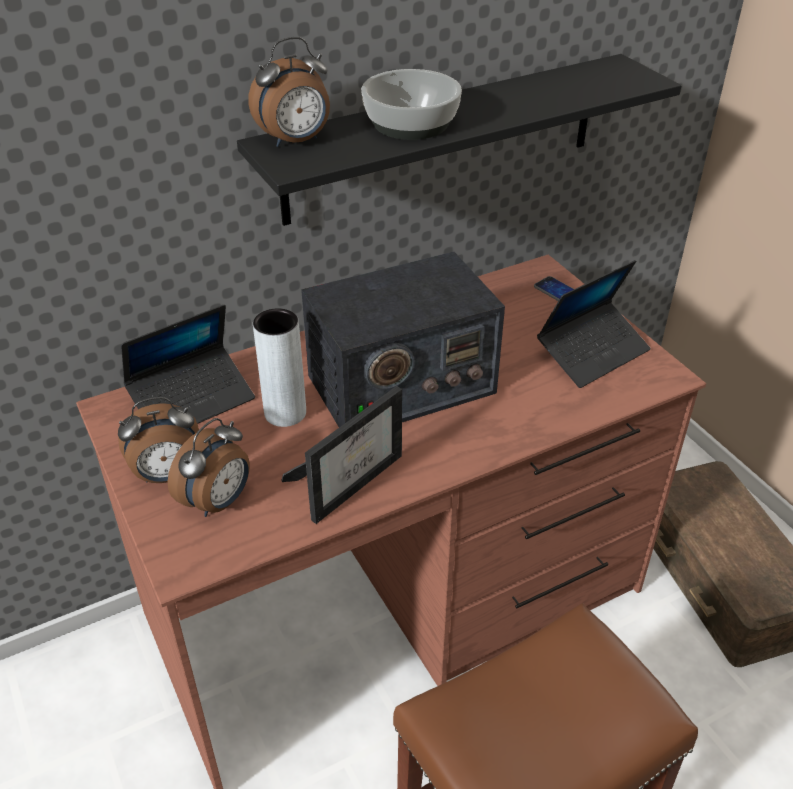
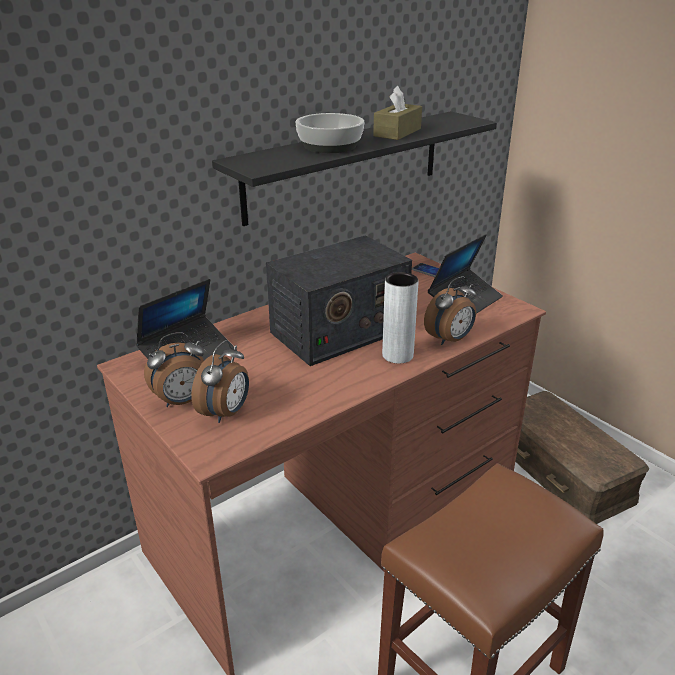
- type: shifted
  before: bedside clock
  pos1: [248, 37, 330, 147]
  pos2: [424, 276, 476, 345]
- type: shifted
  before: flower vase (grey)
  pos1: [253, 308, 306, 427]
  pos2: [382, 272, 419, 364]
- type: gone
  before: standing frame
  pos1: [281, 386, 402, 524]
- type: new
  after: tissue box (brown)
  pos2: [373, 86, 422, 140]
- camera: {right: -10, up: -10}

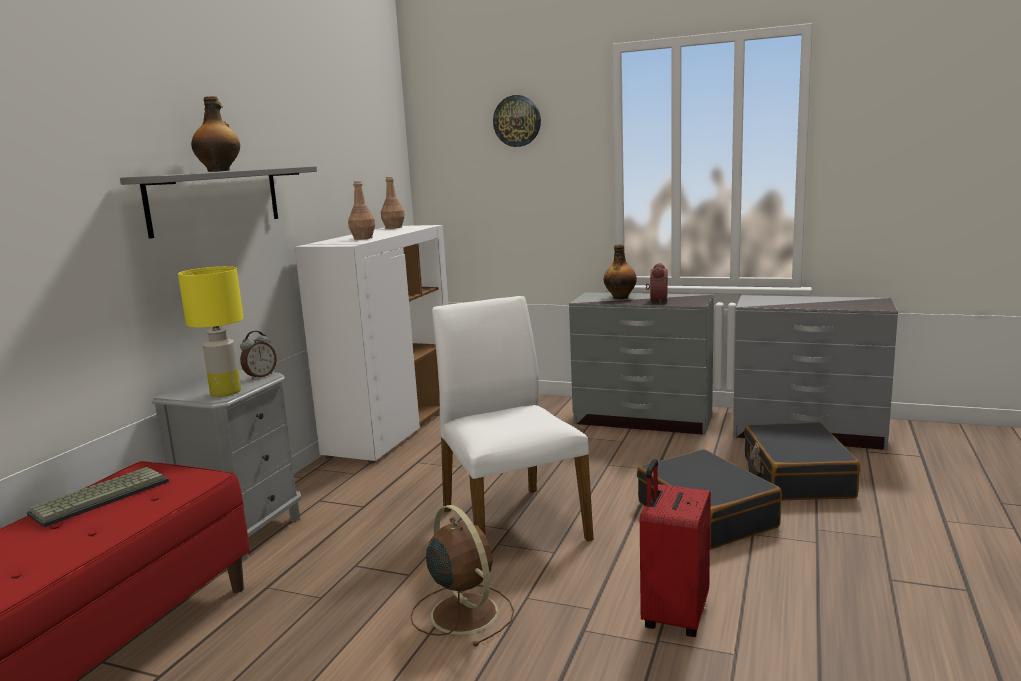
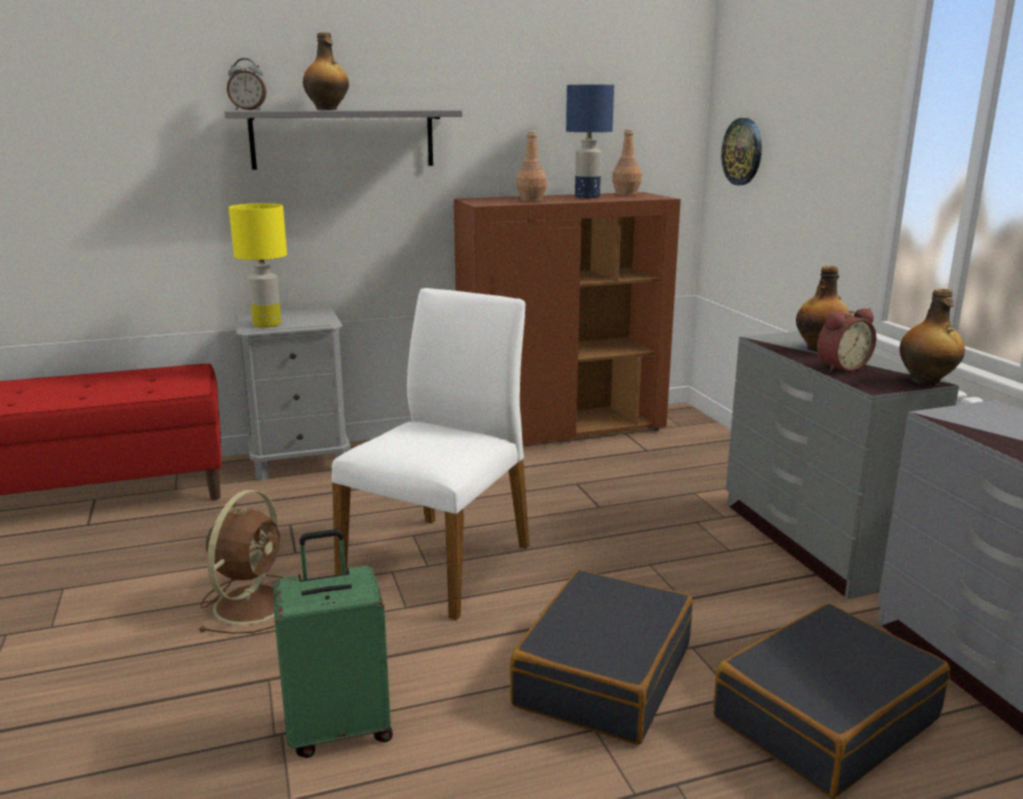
- type: shifted
  before: wall clock
  pos1: [493, 95, 541, 147]
  pos2: [721, 118, 762, 185]
- type: repainted
  before: cupboard (whitish)
  after: cupboard (brown)
  pos1: [295, 225, 448, 463]
  pos2: [454, 192, 681, 445]
- type: shifted
  before: bedside clock
  pos1: [240, 331, 277, 380]
  pos2: [227, 58, 266, 110]
- type: repainted
  before: suitcase (reddish)
  after: suitcase (green-coloured)
  pos1: [640, 459, 711, 637]
  pos2: [273, 529, 393, 758]
- type: gone
  before: keyboard
  pos1: [27, 467, 169, 527]
- type: new
  after: table lamp (blue)
  pos2: [566, 85, 614, 198]
- type: new
  after: beverage bottle
  pos2: [900, 289, 965, 385]
- camera: {right: 50, up: 5}

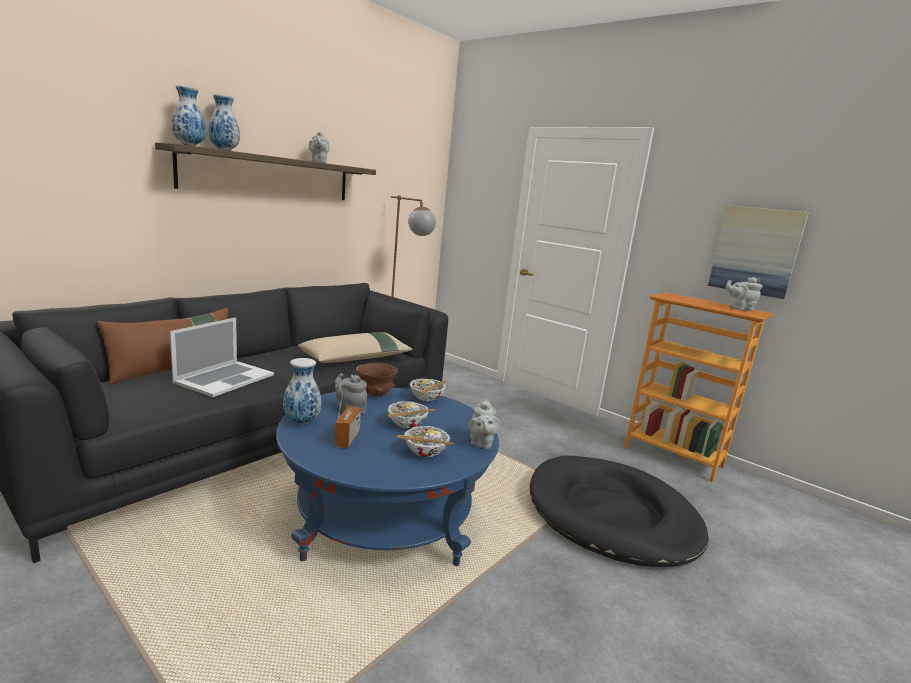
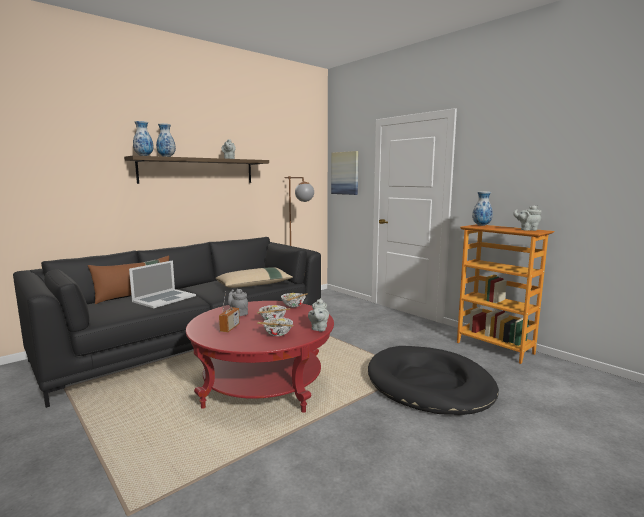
- type: shifted
  before: wall art
  pos1: [708, 205, 809, 299]
  pos2: [331, 151, 358, 195]
- type: shifted
  before: flower vase
  pos1: [283, 358, 321, 424]
  pos2: [472, 191, 493, 226]
- type: gone
  before: bowl (brown)
  pos1: [356, 363, 398, 396]
- type: repainted
  before: coffee table (blue)
  after: coffee table (reddish)
  pos1: [276, 388, 499, 566]
  pos2: [186, 301, 334, 413]
- camera: {right: 10, up: -5}

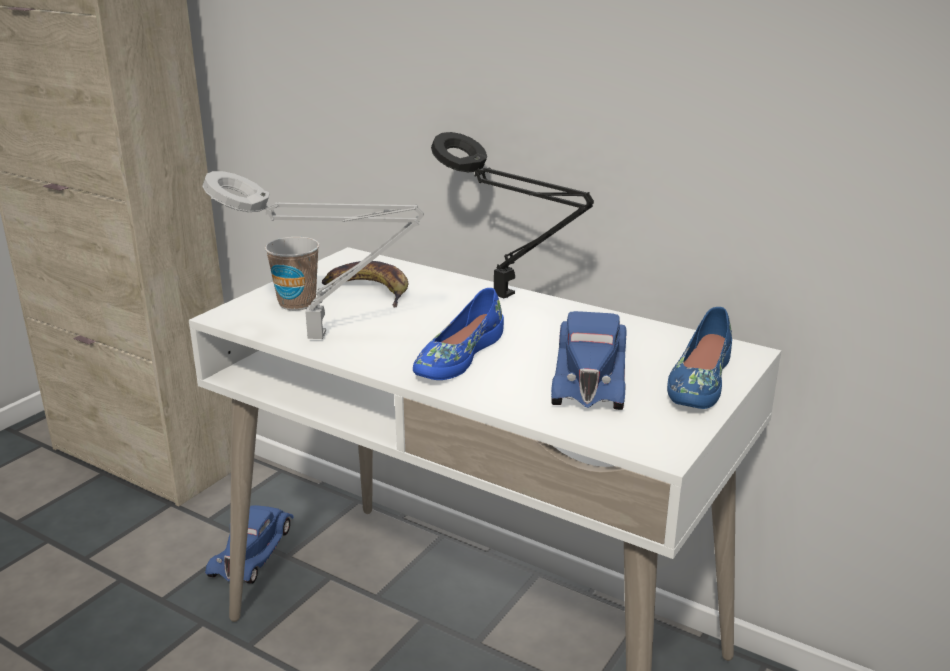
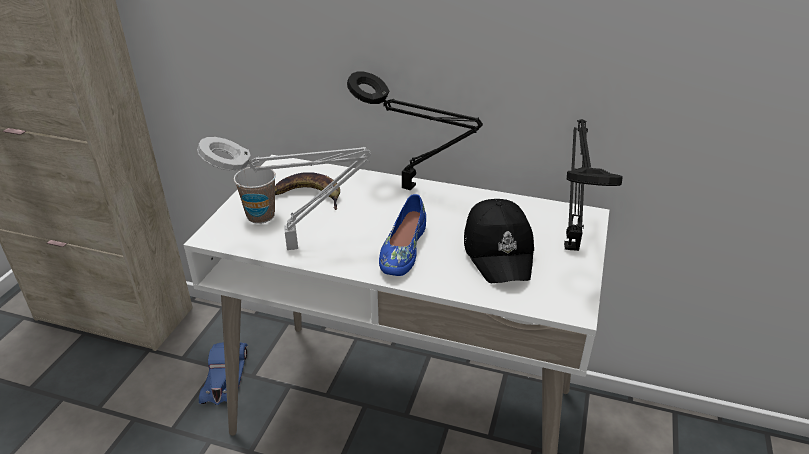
- type: swapped
  before: shoe (blue)
  after: table lamp (black-coloured)
  pos1: [667, 307, 732, 409]
  pos2: [564, 119, 623, 251]
- type: swapped
  before: model car (blue)
  after: peaked cap (black-coloured)
  pos1: [551, 311, 627, 410]
  pos2: [464, 199, 534, 283]
- camera: {right: -15, up: 10}

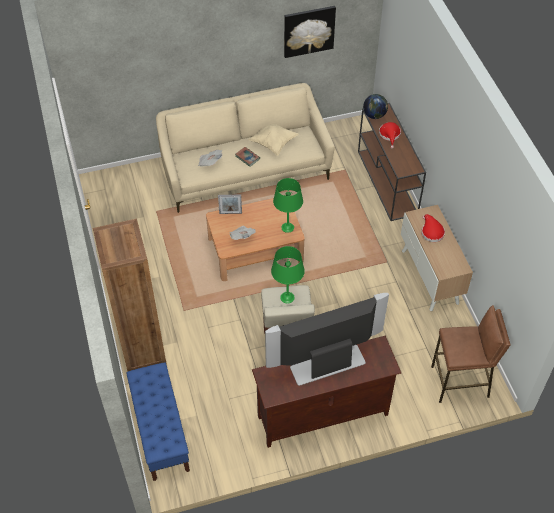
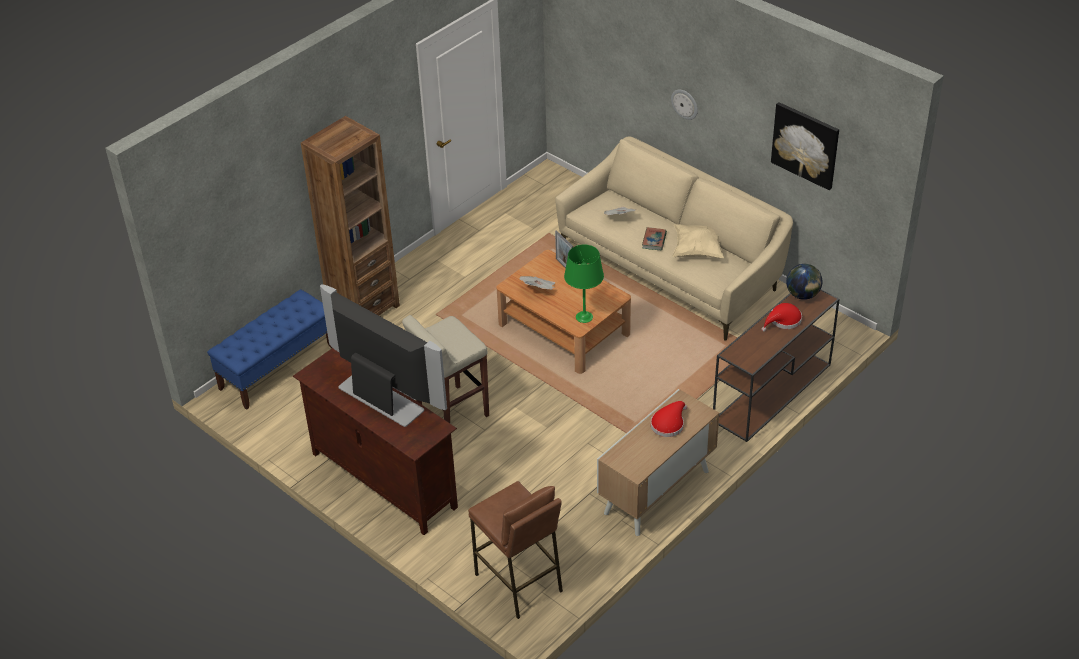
- type: gone
  before: table lamp (green-coloured)
  pos1: [271, 246, 305, 304]
- type: new
  after: wall clock
  pos2: [671, 89, 698, 120]
- camera: {right: 60, up: -10}

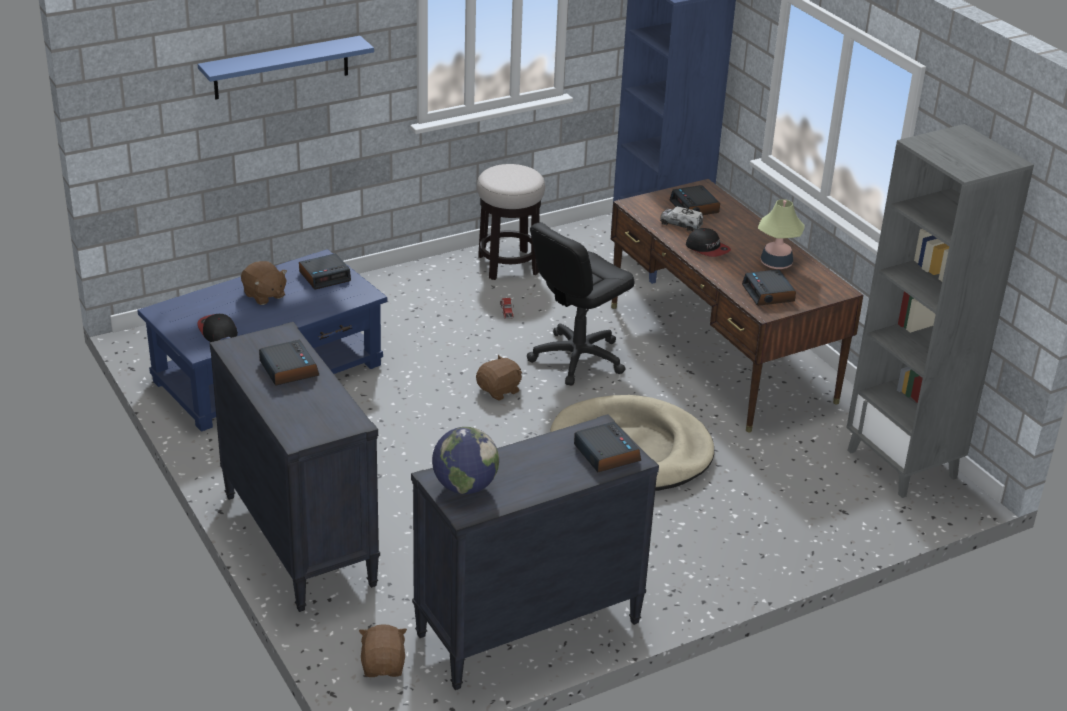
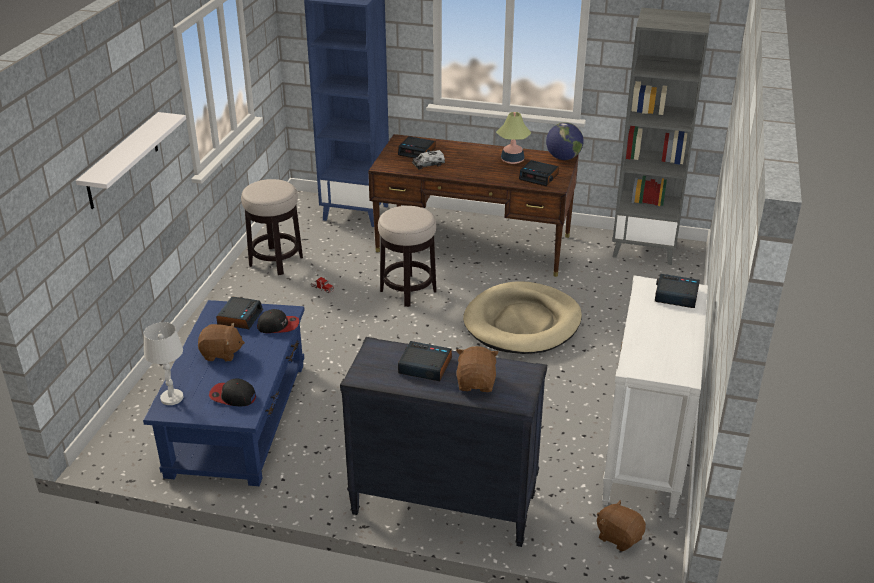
- type: repainted
  before: shelf (blue)
  after: shelf (whitish)
  pos1: [198, 36, 374, 99]
  pos2: [76, 112, 186, 209]
- type: swapped
  before: office chair (black-coloured)
  after: stool seat
  pos1: [527, 222, 635, 386]
  pos2: [378, 206, 437, 307]
- type: shifted
  before: peaked cap
  pos1: [686, 228, 731, 257]
  pos2: [257, 309, 299, 333]
- type: shifted
  before: cuddly toy (brown)
  pos1: [476, 355, 522, 401]
  pos2: [456, 346, 499, 392]
- type: repainted
  before: dresser (black-coloured)
  after: dresser (whitish)
  pos1: [411, 414, 659, 690]
  pos2: [602, 275, 708, 518]
- type: shifted
  before: globe
  pos1: [432, 427, 499, 494]
  pos2: [546, 122, 584, 160]
- type: new
  after: table lamp (whitish)
  pos2: [144, 322, 184, 405]
- camera: {right: -45, up: 0}

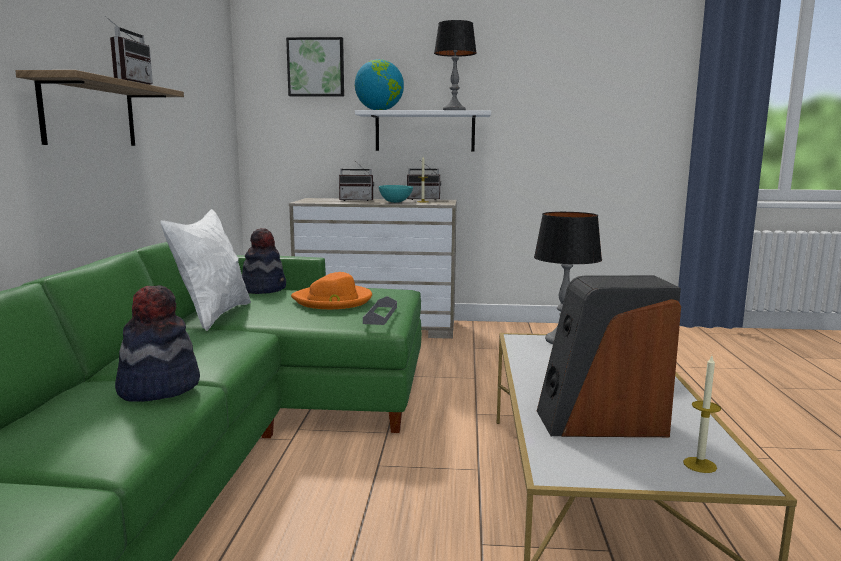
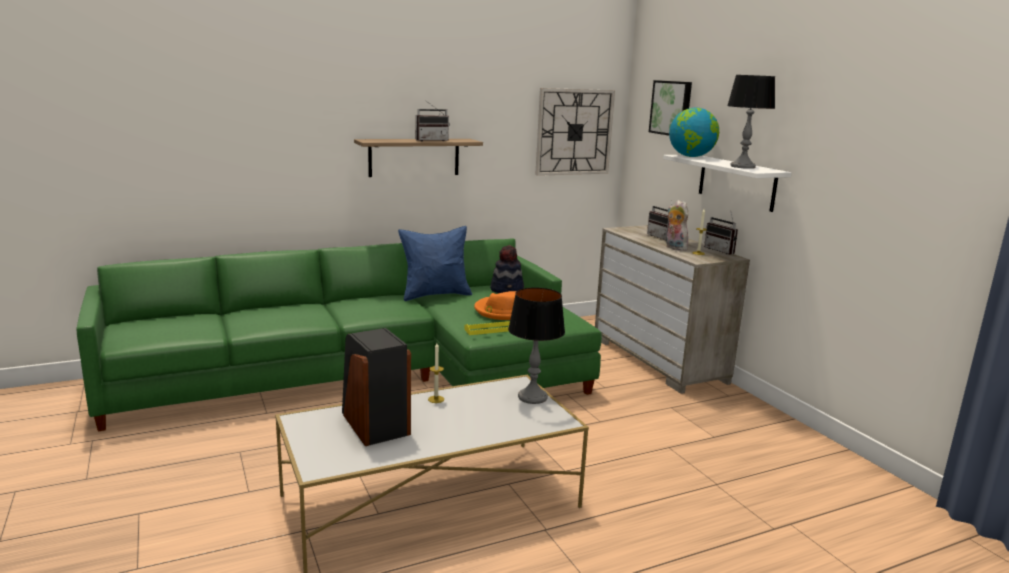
- type: swapped
  before: bowl (turquoise-coloured)
  after: cuddly toy
  pos1: [379, 185, 413, 203]
  pos2: [666, 200, 688, 251]
- type: repainted
  before: throw pillow (whitish)
  after: throw pillow (blue)
  pos1: [160, 209, 251, 331]
  pos2: [398, 226, 472, 301]
- type: gone
  before: hat
  pos1: [115, 285, 200, 402]
- type: repainted
  before: carrying tray (grey)
  after: carrying tray (yellowish)
  pos1: [363, 296, 397, 325]
  pos2: [464, 321, 510, 335]
- type: shifted
  before: wax candle
  pos1: [683, 356, 721, 473]
  pos2: [428, 343, 444, 403]
- type: new
  after: wall clock
  pos2: [535, 88, 615, 176]
- camera: {right: 60, up: 5}

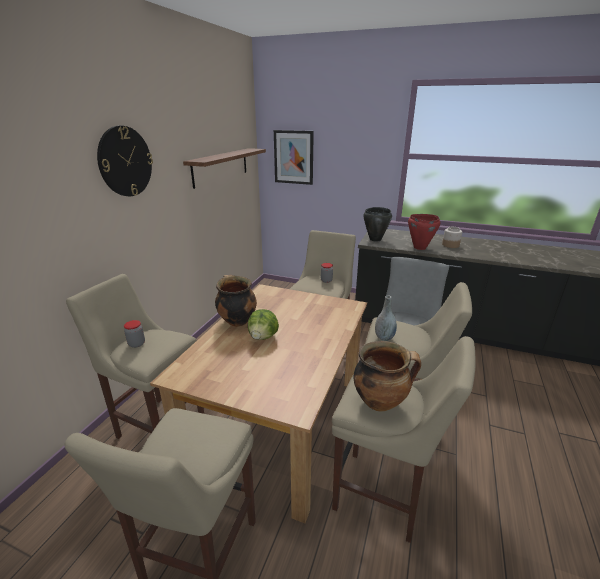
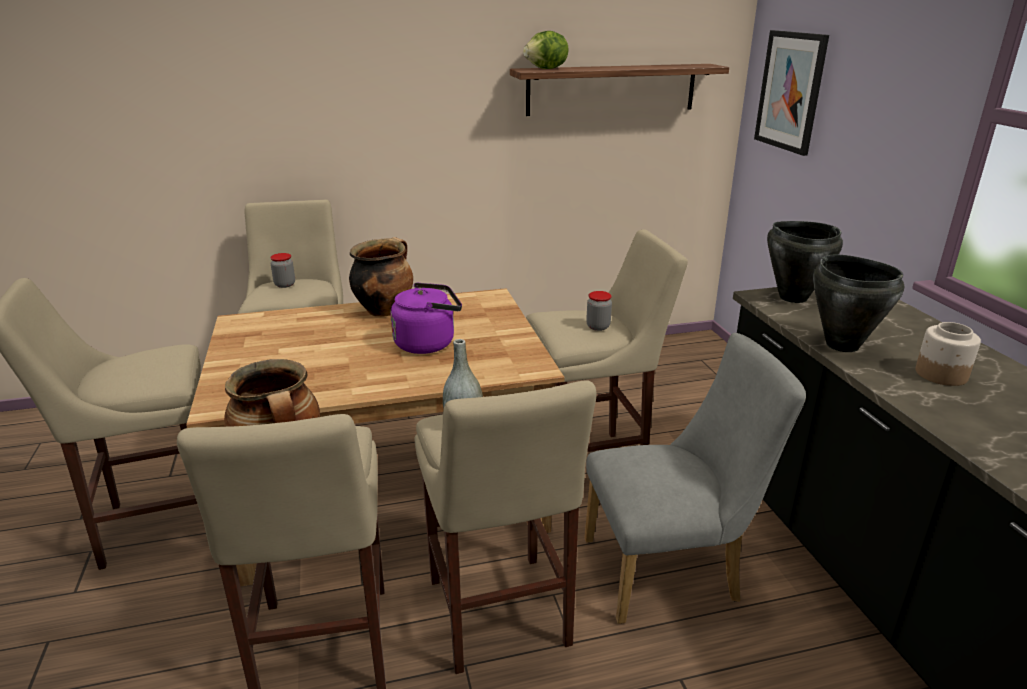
- type: gone
  before: wall clock
  pos1: [97, 126, 153, 196]
- type: repainted
  before: stockpot (reddish)
  after: stockpot (black-coloured)
  pos1: [408, 214, 440, 250]
  pos2: [813, 255, 904, 352]
- type: shifted
  before: lettuce
  pos1: [248, 309, 279, 340]
  pos2: [523, 31, 568, 69]
- type: new
  after: kettle (purplish)
  pos2: [391, 282, 462, 354]
- camera: {right: 55, up: 0}

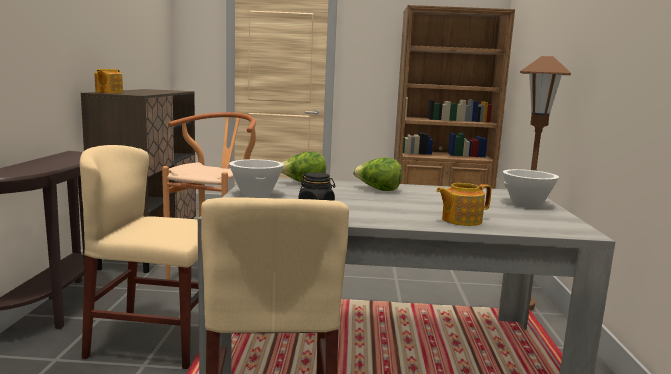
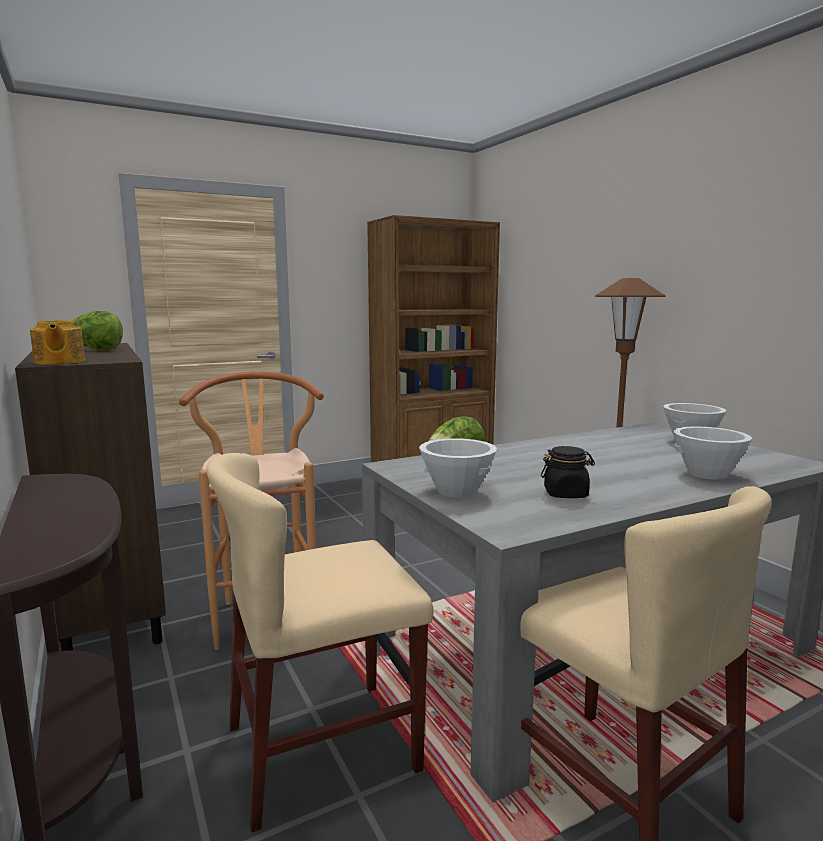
- type: shifted
  before: lettuce
  pos1: [353, 157, 402, 191]
  pos2: [72, 311, 123, 350]
- type: swapped
  before: tea pot
  after: bowl (whitish)
  pos1: [436, 183, 491, 226]
  pos2: [673, 426, 752, 480]
- camera: {right: -30, up: 0}

